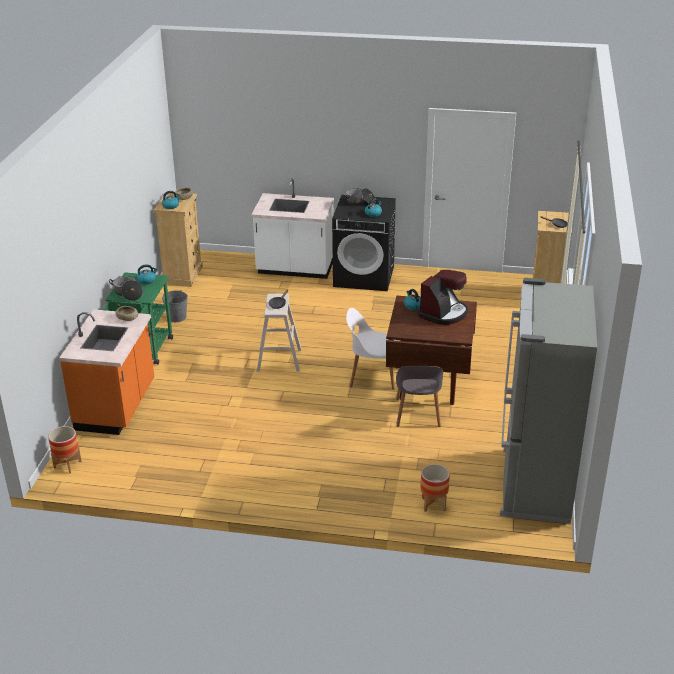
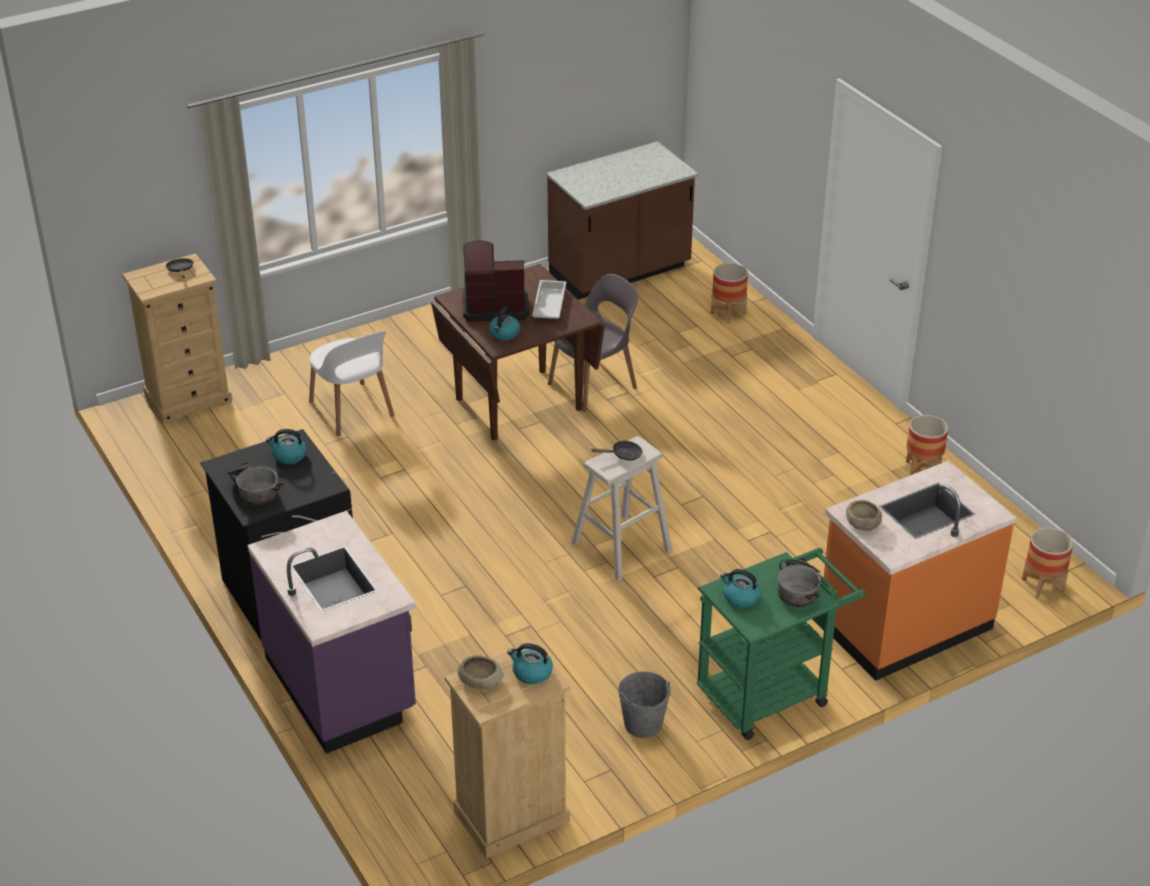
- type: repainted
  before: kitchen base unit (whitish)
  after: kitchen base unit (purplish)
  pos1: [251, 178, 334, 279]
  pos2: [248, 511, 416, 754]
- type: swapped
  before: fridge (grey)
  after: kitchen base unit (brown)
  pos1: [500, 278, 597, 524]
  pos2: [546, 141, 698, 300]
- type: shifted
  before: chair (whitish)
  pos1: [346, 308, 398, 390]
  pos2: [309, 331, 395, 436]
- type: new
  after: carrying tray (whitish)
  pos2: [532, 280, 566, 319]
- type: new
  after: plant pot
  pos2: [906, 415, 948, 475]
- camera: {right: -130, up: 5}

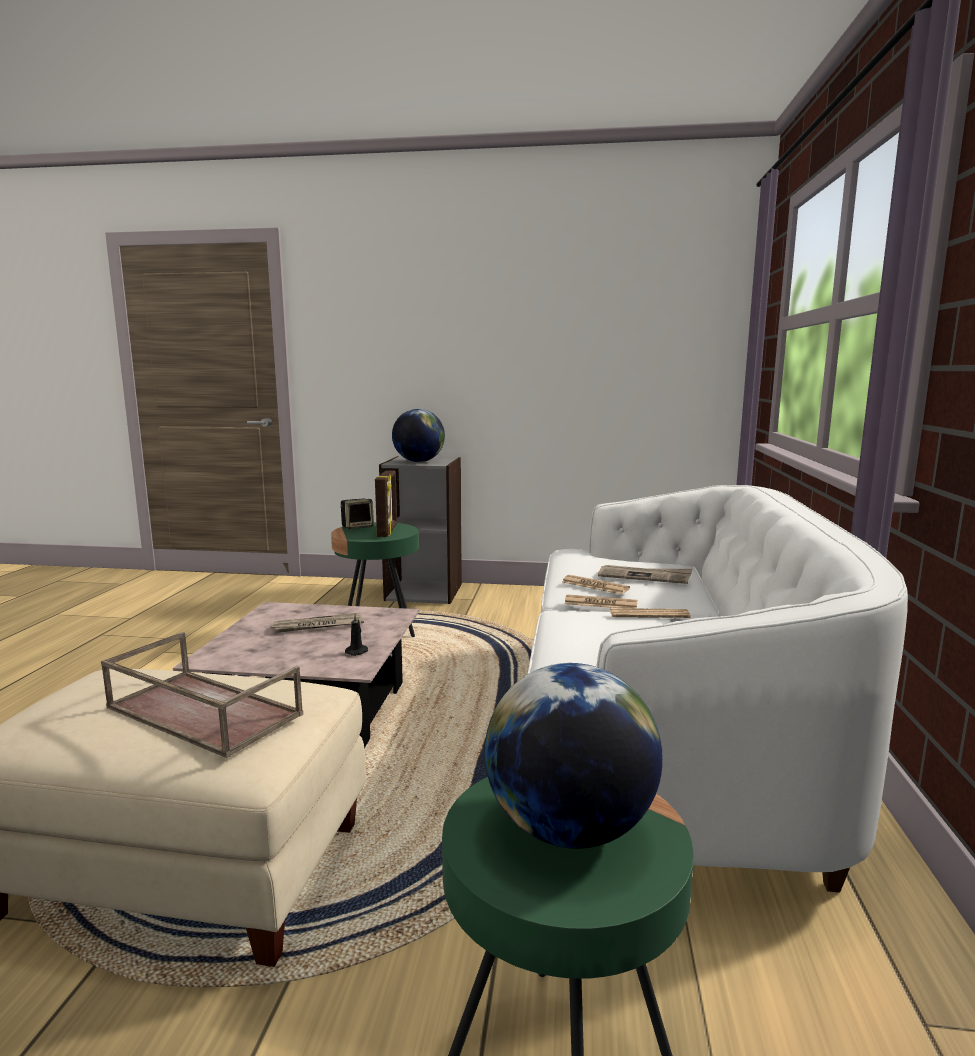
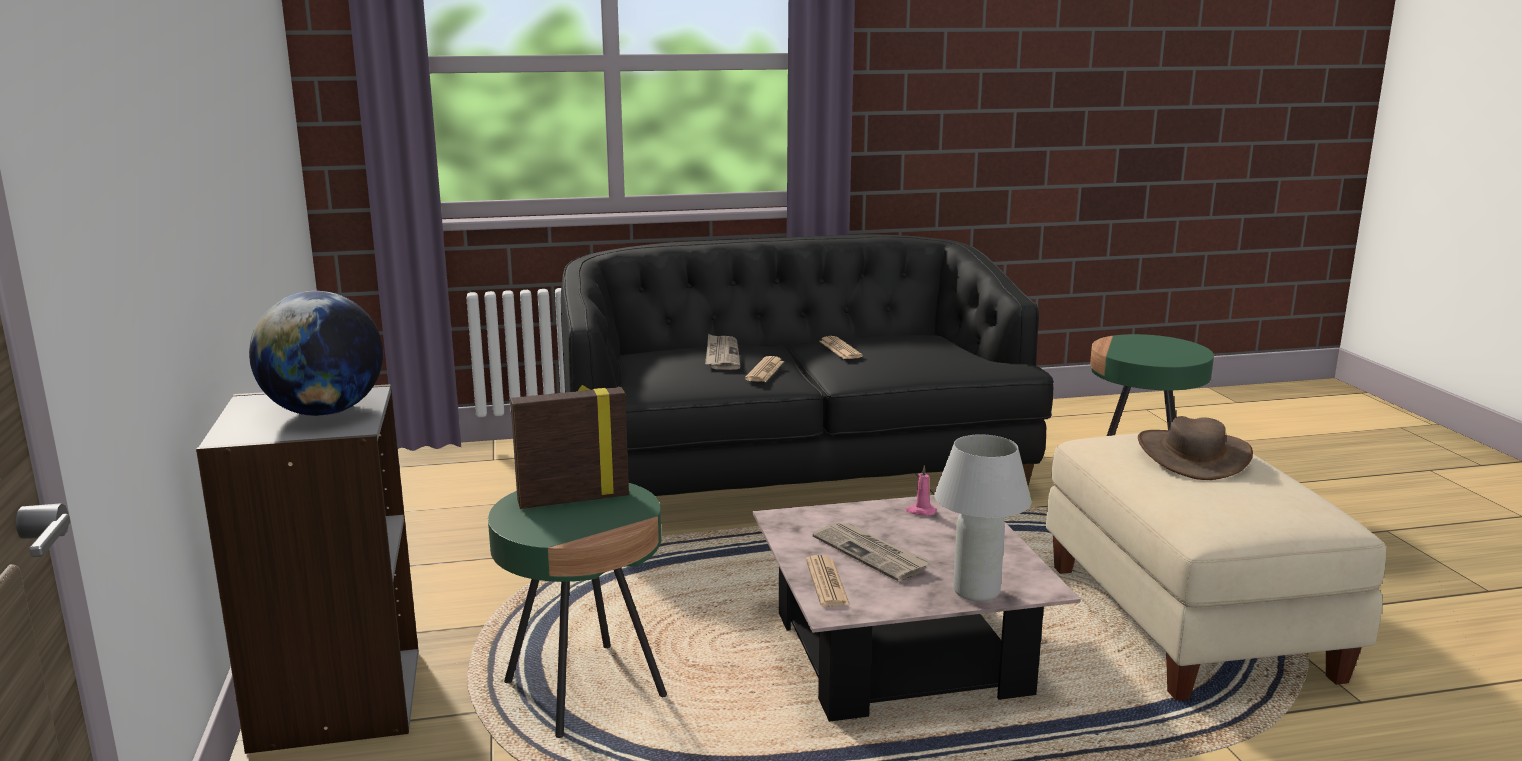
- type: repainted
  before: sofa (whitish)
  after: sofa (black-coloured)
  pos1: [528, 485, 908, 893]
  pos2: [561, 234, 1054, 496]
- type: gone
  before: loudspeaker
  pos1: [340, 499, 374, 529]
- type: shifted
  before: newspaper
  pos1: [565, 594, 637, 609]
  pos2: [806, 555, 850, 607]
- type: repainted
  before: wax candle (black-coloured)
  after: wax candle (pink)
  pos1: [345, 614, 368, 656]
  pos2: [905, 465, 937, 516]
- type: swapped
  before: carrying tray (brown)
  after: hat (brown)
  pos1: [101, 632, 303, 758]
  pos2: [1138, 416, 1253, 480]
- type: gone
  before: globe
  pos1: [485, 663, 663, 849]
- type: new
  after: table lamp (whitish)
  pos2: [934, 434, 1032, 602]
- camera: {right: -110, up: 5}

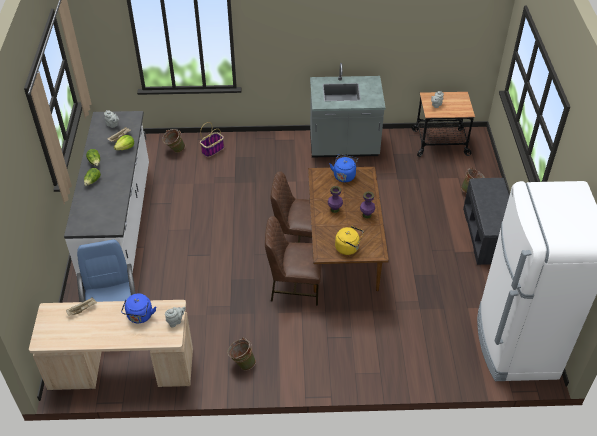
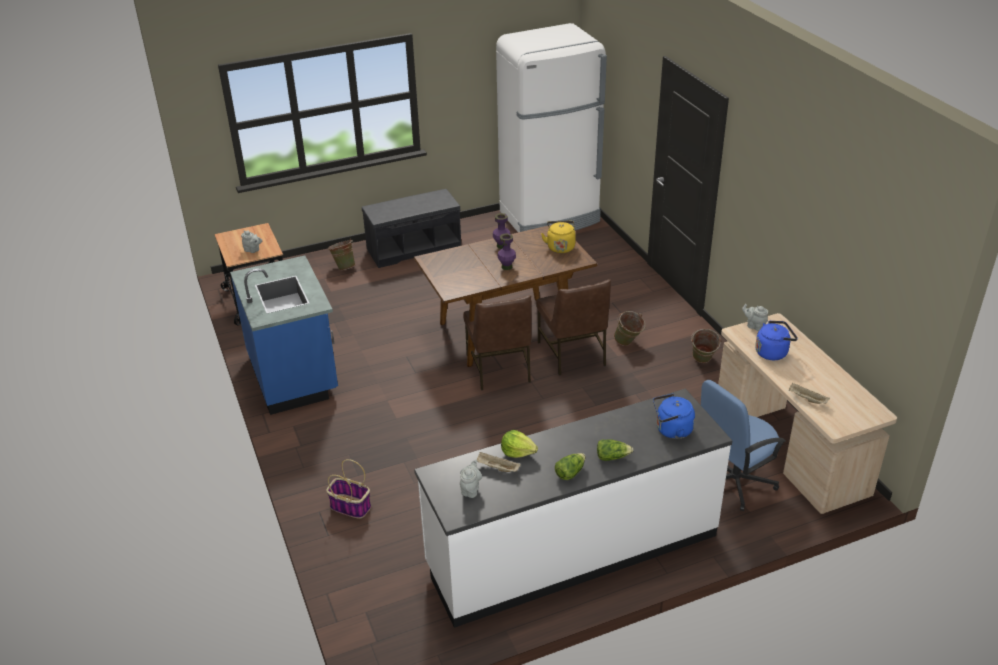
- type: repainted
  before: kitchen base unit (grey)
  after: kitchen base unit (blue)
  pos1: [310, 63, 386, 157]
  pos2: [230, 255, 338, 415]
- type: shifted
  before: water bucket (green-coloured)
  pos1: [162, 129, 185, 153]
  pos2: [614, 311, 645, 346]
- type: shifted
  before: kettle (blue)
  pos1: [330, 154, 358, 182]
  pos2: [653, 394, 695, 439]
- camera: {right: -110, up: -10}

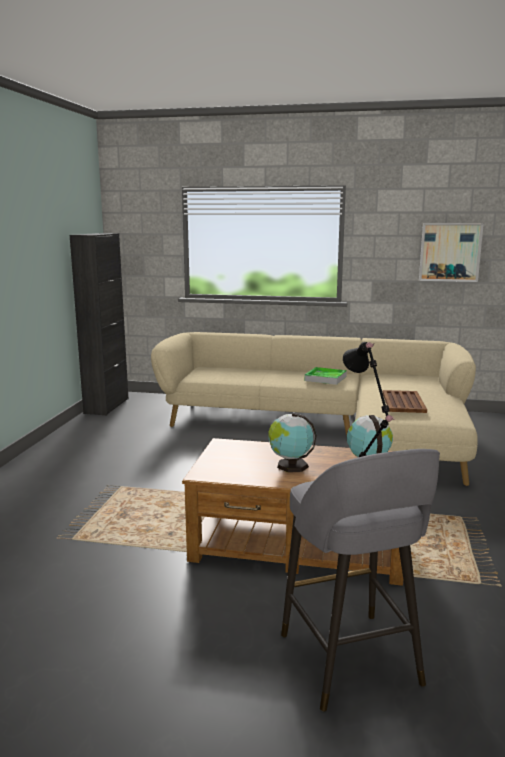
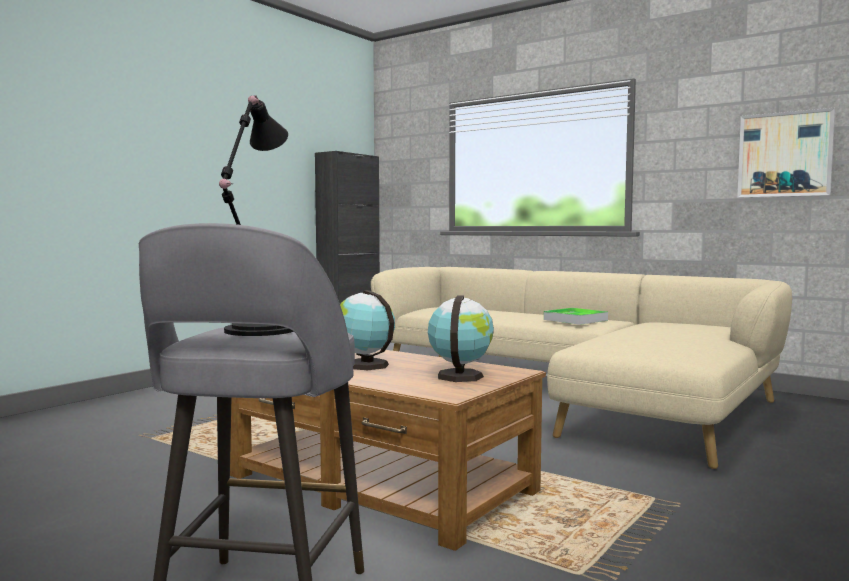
- type: gone
  before: carrying tray (brown)
  pos1: [383, 390, 427, 413]
- camera: {right: 25, up: -10}

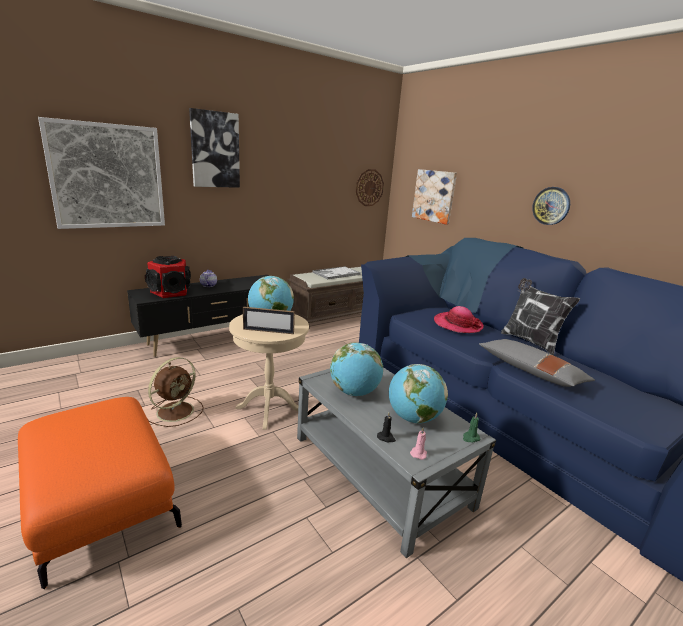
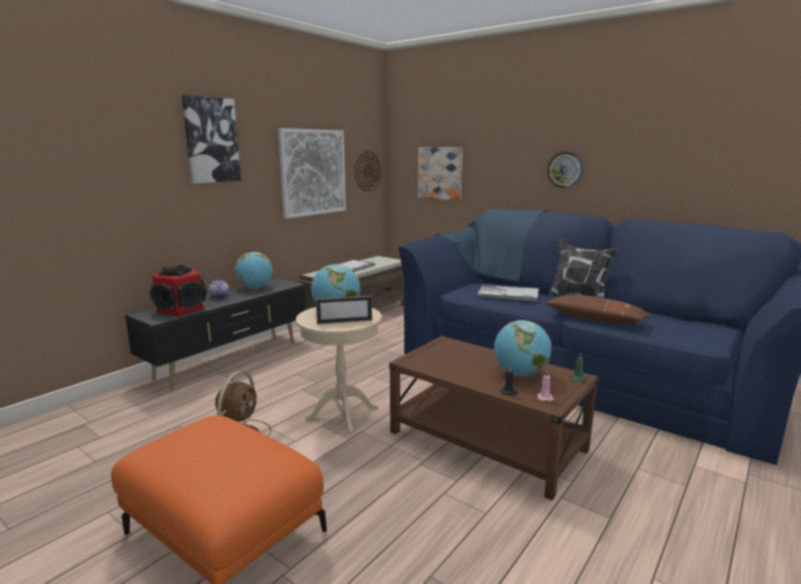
- type: shifted
  before: wall art
  pos1: [38, 117, 165, 229]
  pos2: [278, 128, 346, 219]
- type: swapped
  before: hat
  after: carrying tray
  pos1: [434, 306, 484, 333]
  pos2: [476, 284, 539, 301]
- type: repainted
  before: throw pillow (grey)
  after: throw pillow (brown)
  pos1: [479, 339, 595, 387]
  pos2: [545, 295, 652, 325]
- type: shifted
  before: globe
  pos1: [330, 342, 383, 396]
  pos2: [235, 252, 273, 289]
- type: repainted
  before: coffee table (grey)
  after: coffee table (brown)
  pos1: [297, 367, 496, 558]
  pos2: [389, 336, 598, 500]
- camera: {right: -15, up: -5}

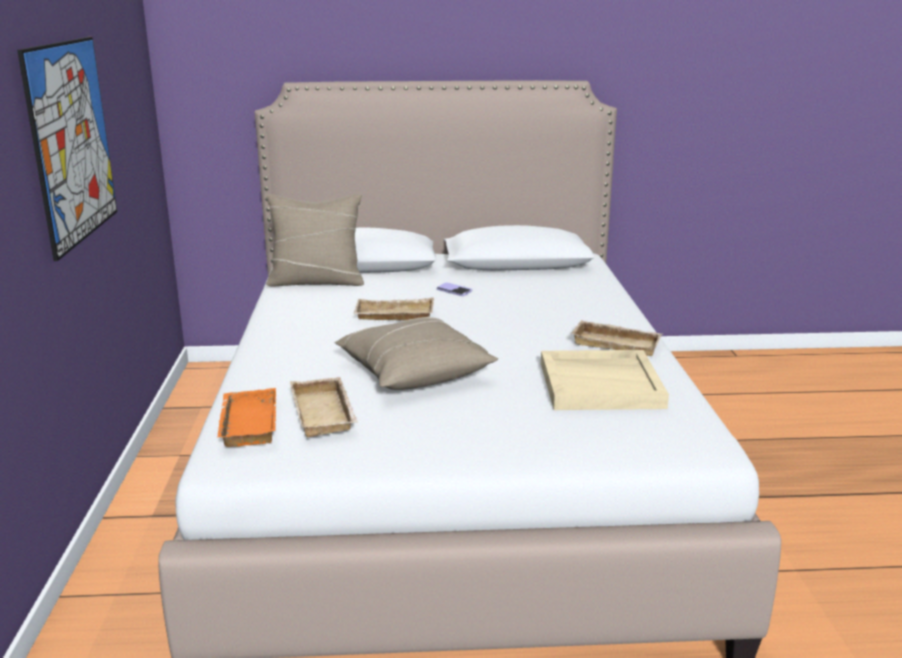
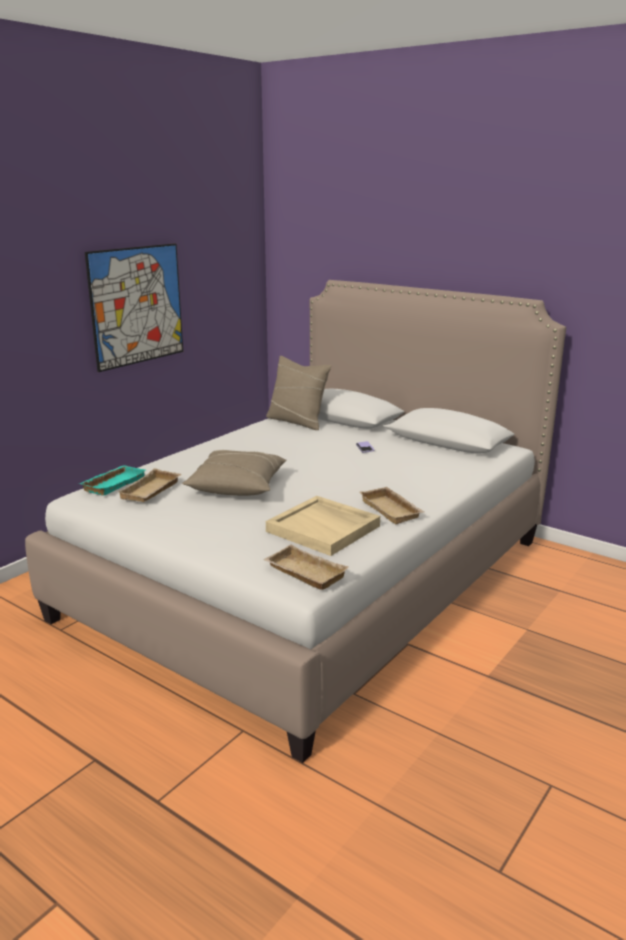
- type: shifted
  before: carrying tray (sand-coloured)
  pos1: [353, 297, 434, 321]
  pos2: [263, 545, 348, 590]
- type: repainted
  before: carrying tray (orange-coloured)
  after: carrying tray (turquoise-coloured)
  pos1: [217, 388, 276, 447]
  pos2: [78, 465, 146, 496]
- camera: {right: 40, up: 0}

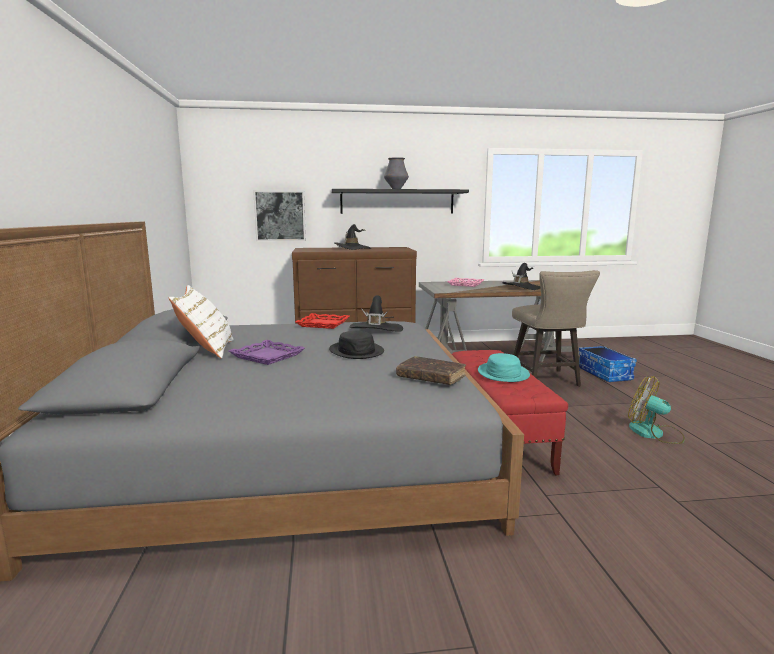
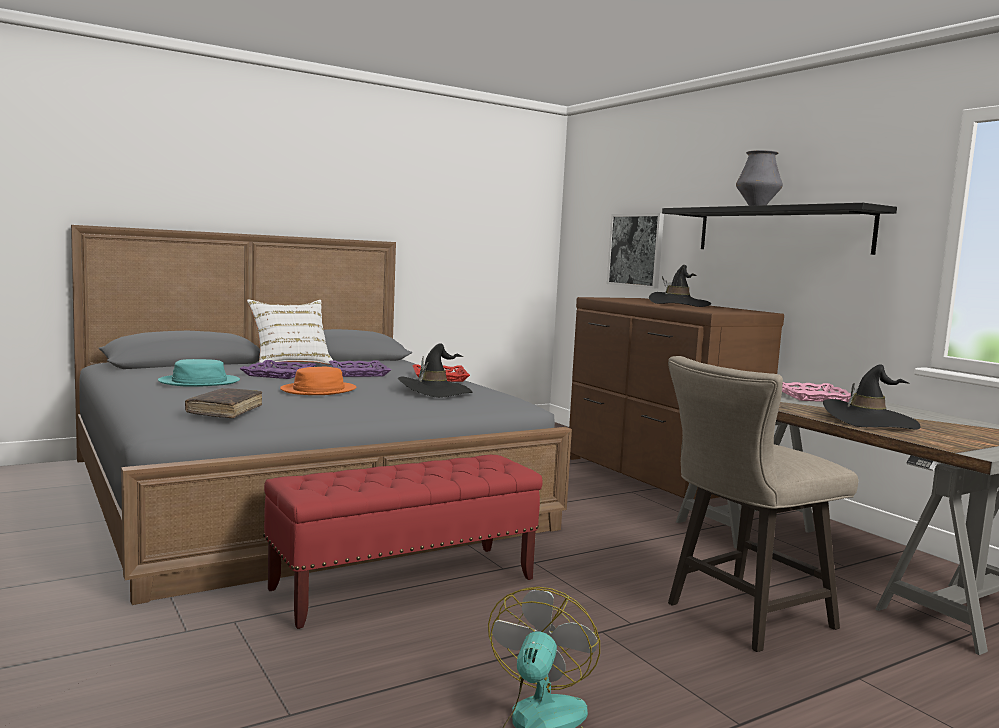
- type: repainted
  before: hat (black-coloured)
  after: hat (orange-coloured)
  pos1: [329, 330, 384, 359]
  pos2: [280, 367, 356, 395]
- type: gone
  before: storage box
  pos1: [579, 346, 637, 382]
- type: shifted
  before: hat (turquoise-coloured)
  pos1: [478, 353, 530, 382]
  pos2: [158, 359, 240, 387]
- type: new
  after: carrying tray (purplish)
  pos2: [329, 360, 391, 377]
- camera: {right: 65, up: -5}

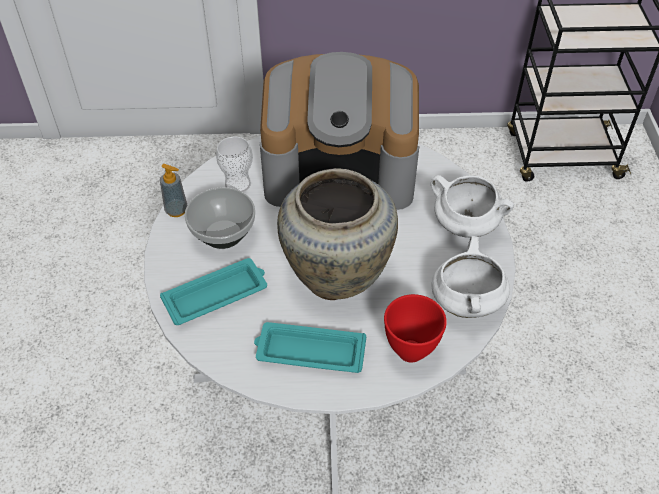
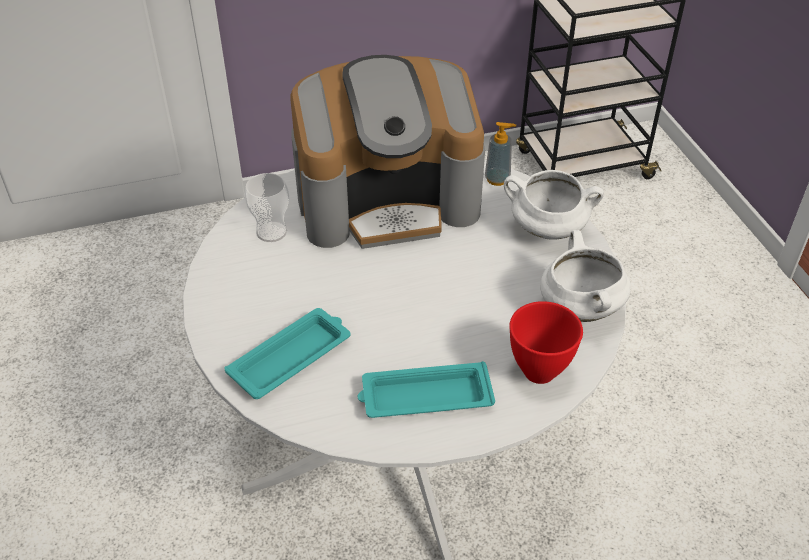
- type: shifted
  before: soap dispenser
  pos1: [160, 164, 187, 217]
  pos2: [485, 122, 516, 186]
- type: gone
  before: flower vase (sand-coloured)
  pos1: [277, 168, 398, 300]
- type: gone
  before: bowl
  pos1: [185, 187, 255, 249]
- camera: {right: -15, up: -5}

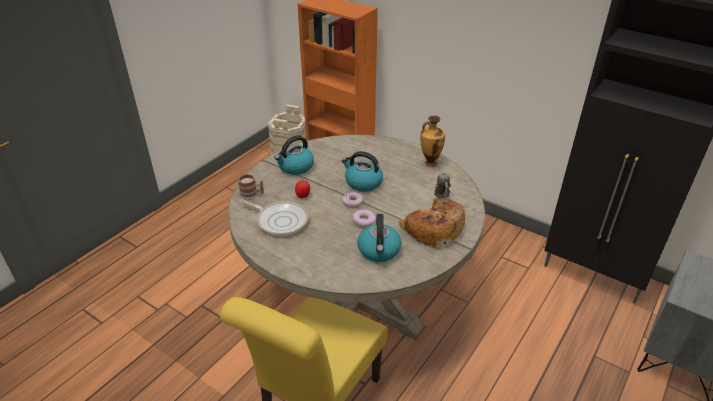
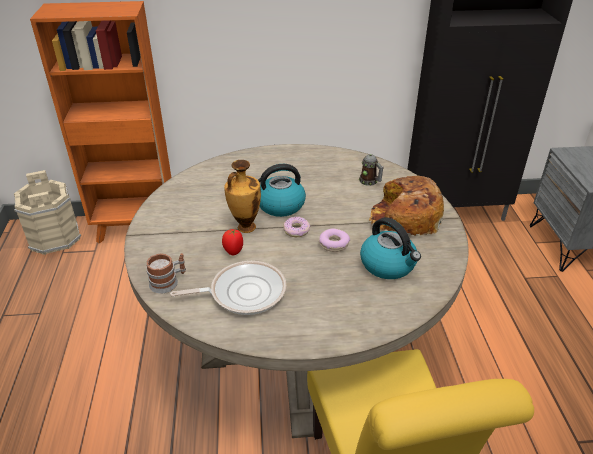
- type: shifted
  before: flower vase
  pos1: [420, 115, 445, 167]
  pos2: [224, 160, 261, 233]
- type: gone
  before: kettle
  pos1: [275, 135, 314, 175]
- camera: {right: -40, up: 0}

